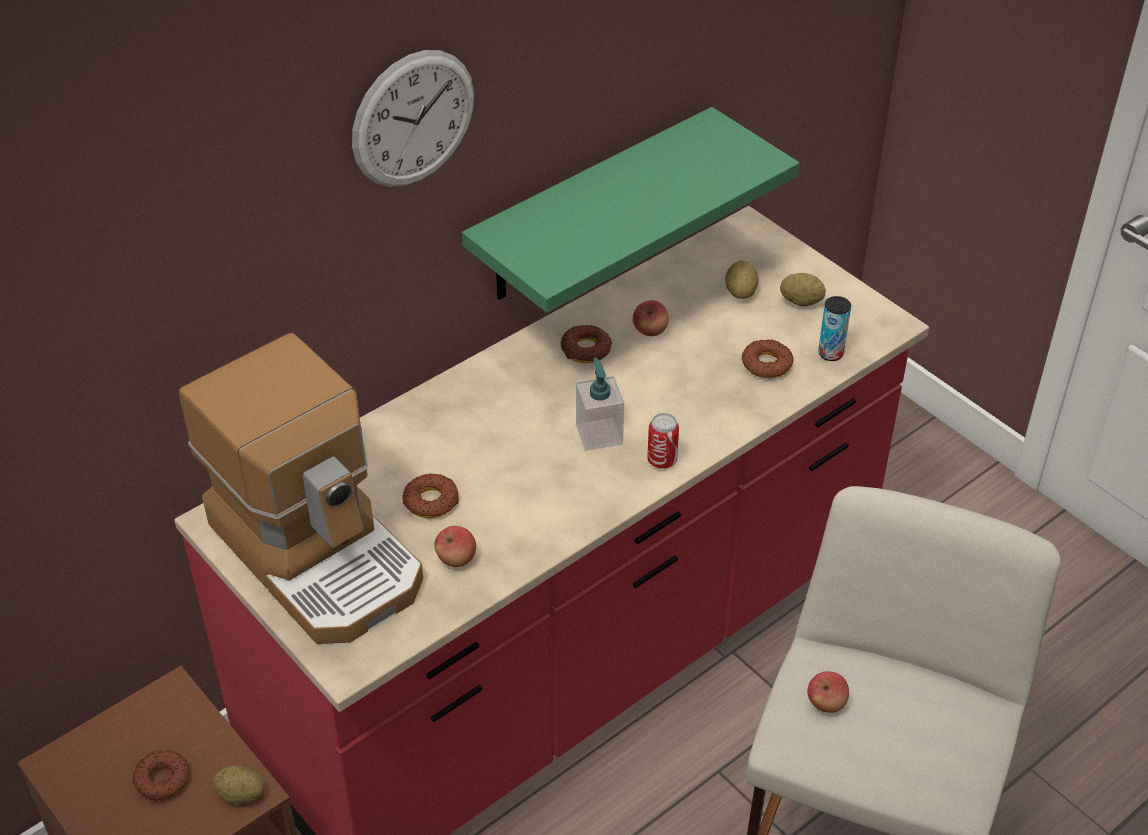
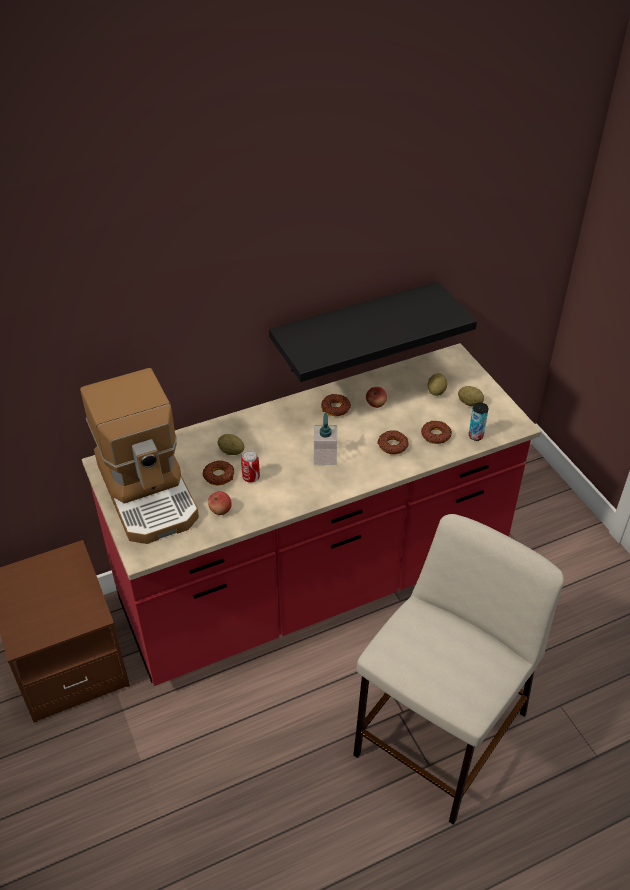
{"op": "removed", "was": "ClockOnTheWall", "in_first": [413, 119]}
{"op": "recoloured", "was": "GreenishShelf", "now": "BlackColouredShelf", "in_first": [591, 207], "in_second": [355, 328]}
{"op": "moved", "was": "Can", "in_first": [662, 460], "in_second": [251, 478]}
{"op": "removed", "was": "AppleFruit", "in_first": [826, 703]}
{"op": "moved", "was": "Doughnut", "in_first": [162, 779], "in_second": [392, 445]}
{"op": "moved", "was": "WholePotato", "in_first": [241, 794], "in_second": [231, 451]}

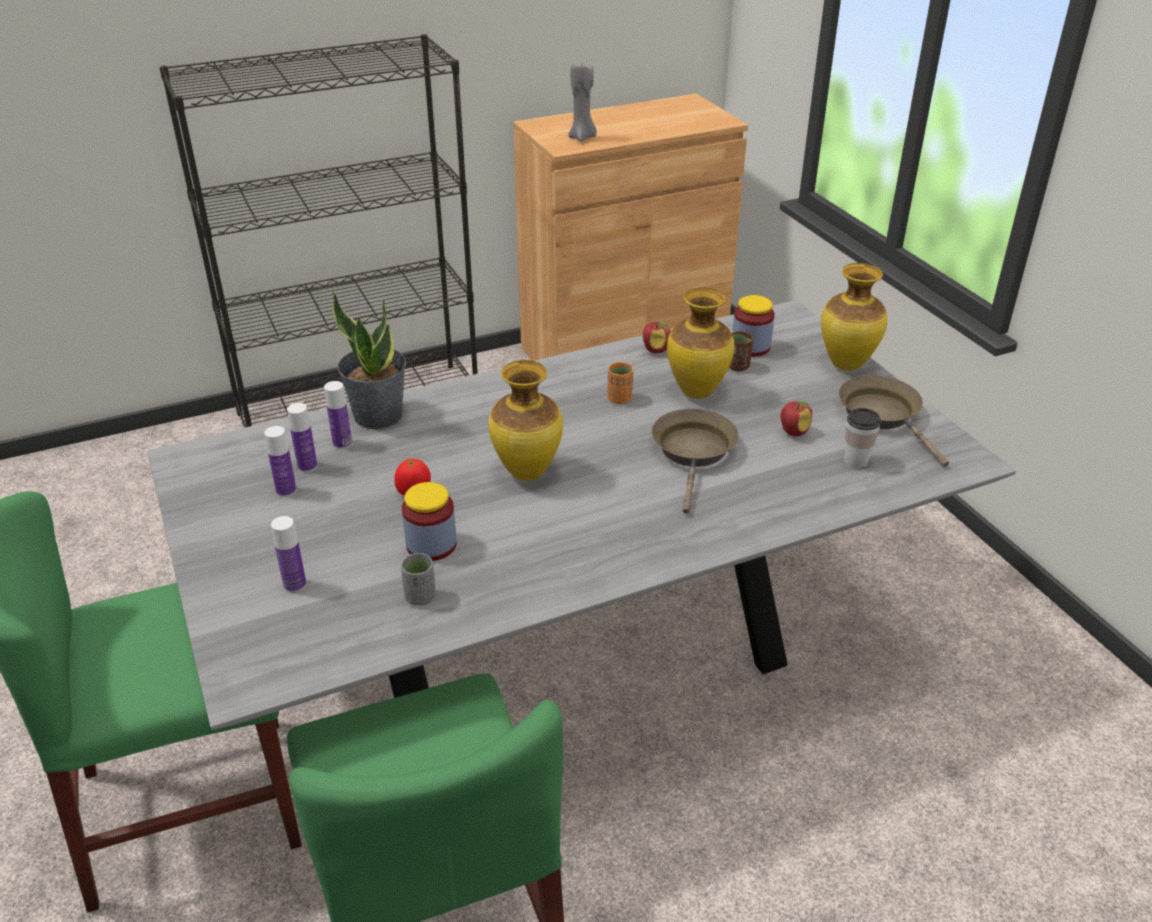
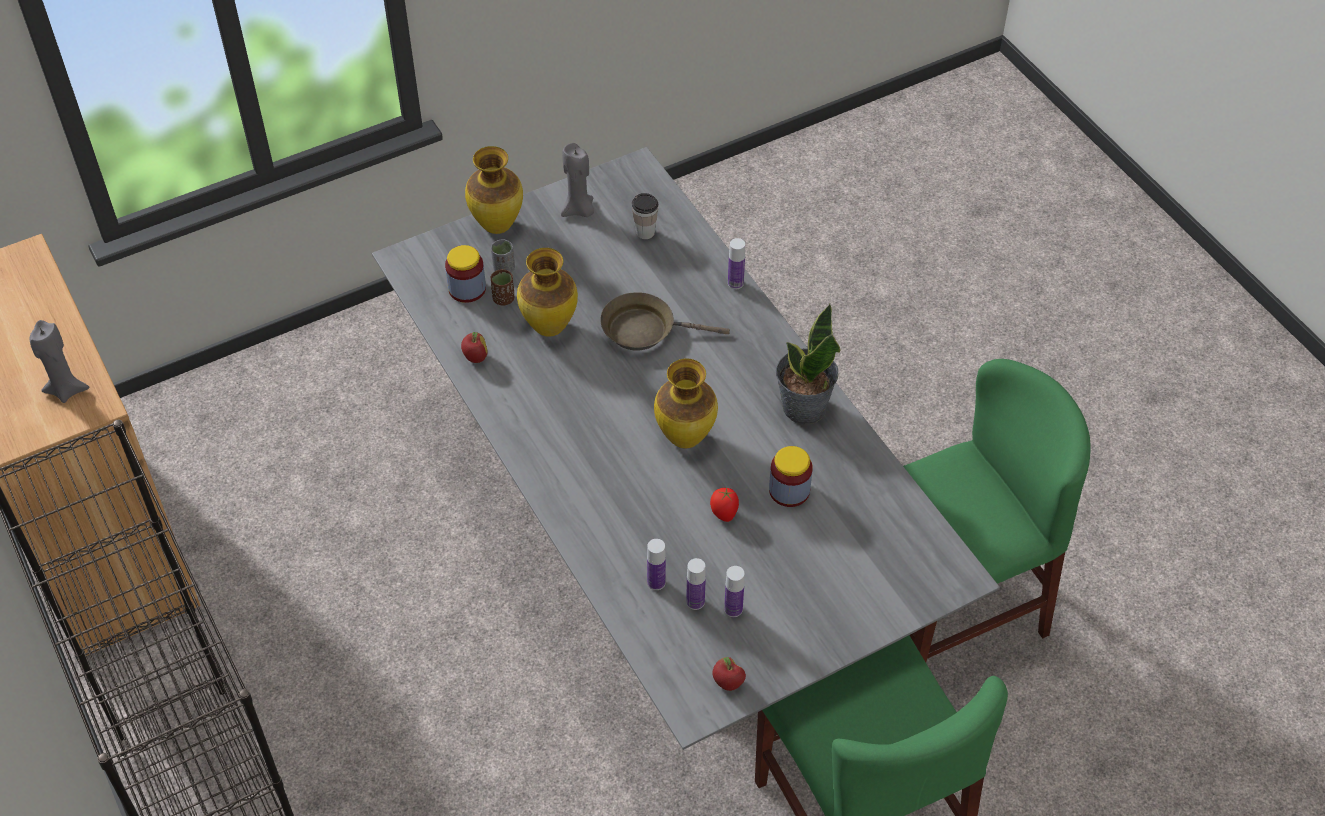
{"op": "moved", "was": "PottedPlant", "in_first": [378, 415], "in_second": [803, 407]}
{"op": "removed", "was": "OrangeDrinkingCup", "in_first": [619, 399]}
{"op": "replaced", "was": "BrownColouredSkillet", "now": "GreyishWaxCandle", "in_first": [883, 416], "in_second": [579, 210]}
{"op": "moved", "was": "AppleFruit", "in_first": [793, 432], "in_second": [727, 683]}
{"op": "moved", "was": "Bottle", "in_first": [295, 585], "in_second": [735, 283]}
{"op": "moved", "was": "GreyishDrinkingCup", "in_first": [420, 597], "in_second": [504, 268]}

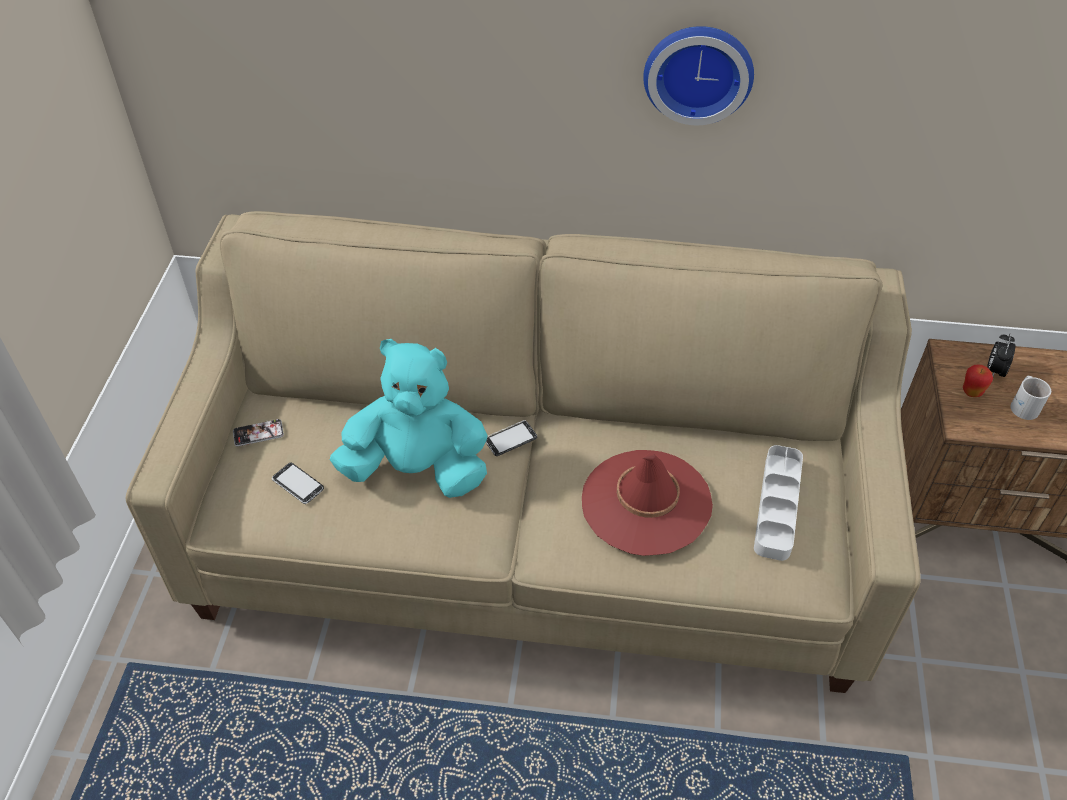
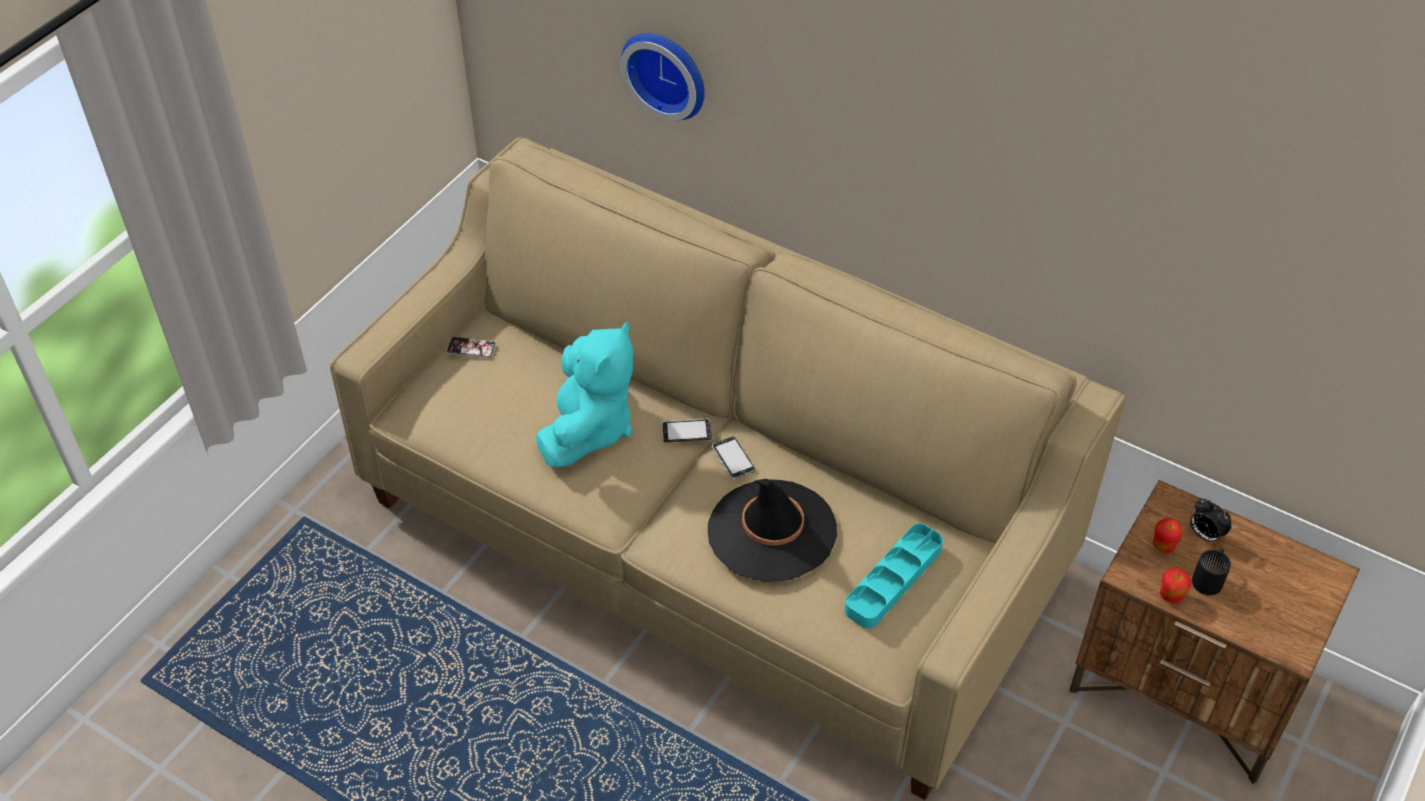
{"op": "moved", "was": "ClockOnTheWall", "in_first": [698, 71], "in_second": [667, 72]}
{"op": "turned", "was": "BedsideClock", "in_first": [994, 370], "in_second": [1204, 535], "clockwise": -90}
{"op": "turned", "was": "TurquoiseColouredCuddlyToy", "in_first": [417, 469], "in_second": [588, 428], "clockwise": 75}
{"op": "recoloured", "was": "WhiteTeaMug", "now": "BlackColouredTeaMug", "in_first": [1025, 405], "in_second": [1210, 578]}
{"op": "recoloured", "was": "GreyishCarryingTray", "now": "TurquoiseColouredCarryingTray", "in_first": [777, 505], "in_second": [893, 579]}
{"op": "recoloured", "was": "ReddishClothingHat", "now": "BlackColouredClothingHat", "in_first": [645, 502], "in_second": [771, 531]}
{"op": "moved", "was": "Handset", "in_first": [298, 484], "in_second": [733, 459]}
{"op": "added", "now": "AppleFruit", "in_second": [1170, 596]}

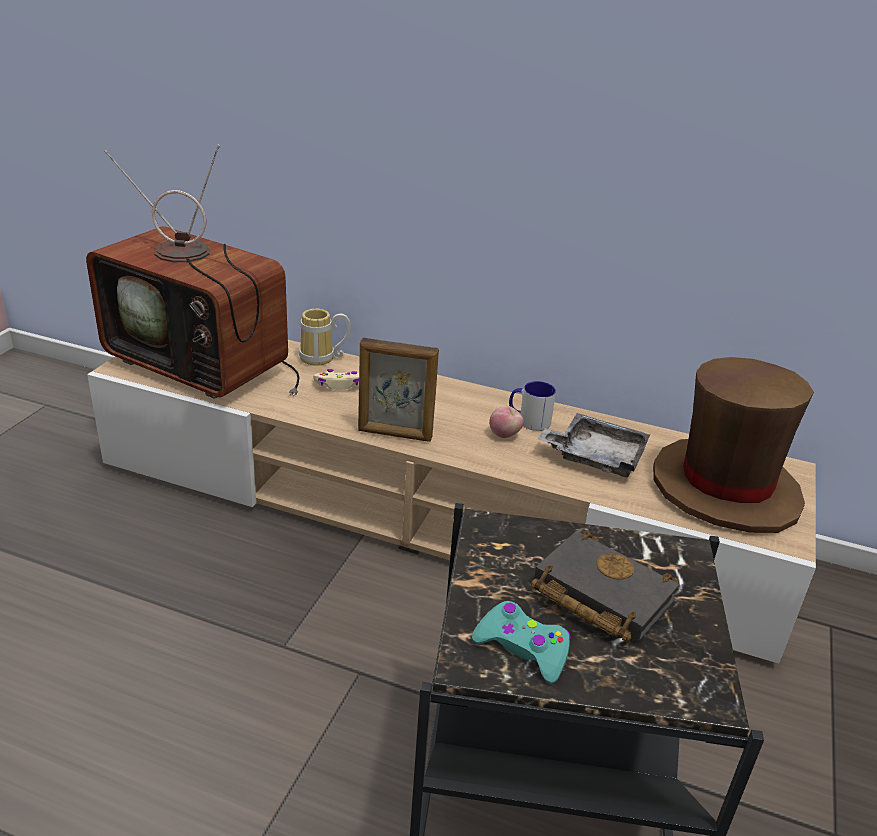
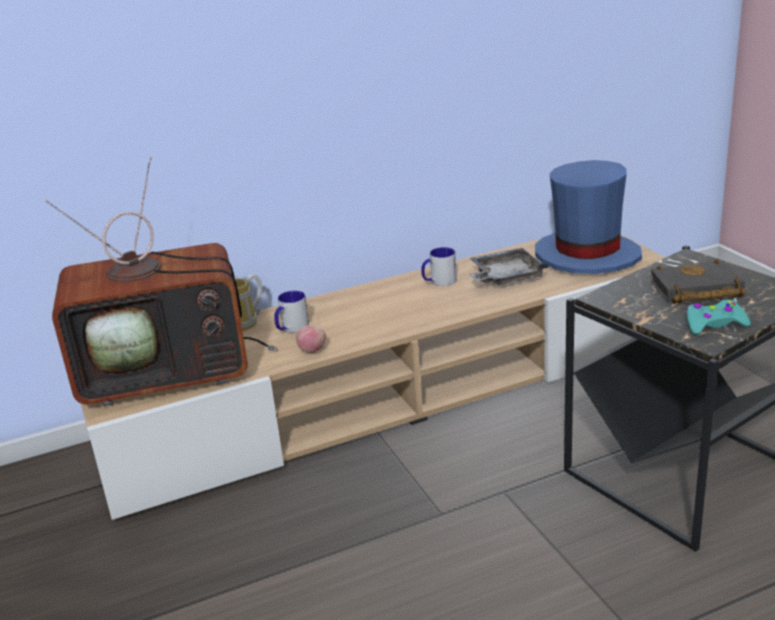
{"op": "removed", "was": "PhotoFrame", "in_first": [395, 434]}
{"op": "recoloured", "was": "BrownColouredClothingHat", "now": "BlueClothingHat", "in_first": [724, 489], "in_second": [587, 256]}
{"op": "replaced", "was": "BeigeJoypad", "now": "TeaMug", "in_first": [339, 385], "in_second": [291, 328]}
{"op": "moved", "was": "AppleFruit", "in_first": [505, 435], "in_second": [312, 350]}

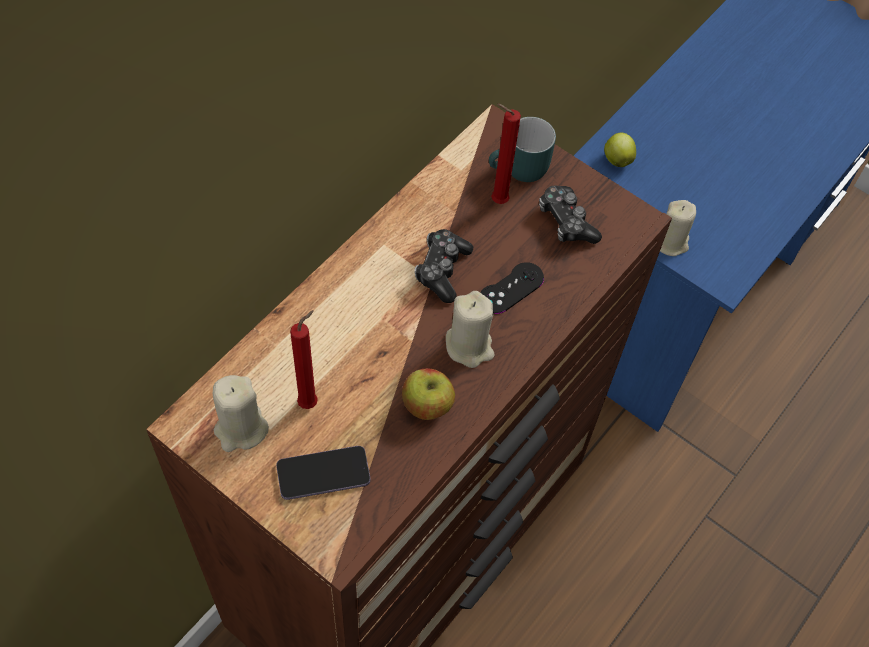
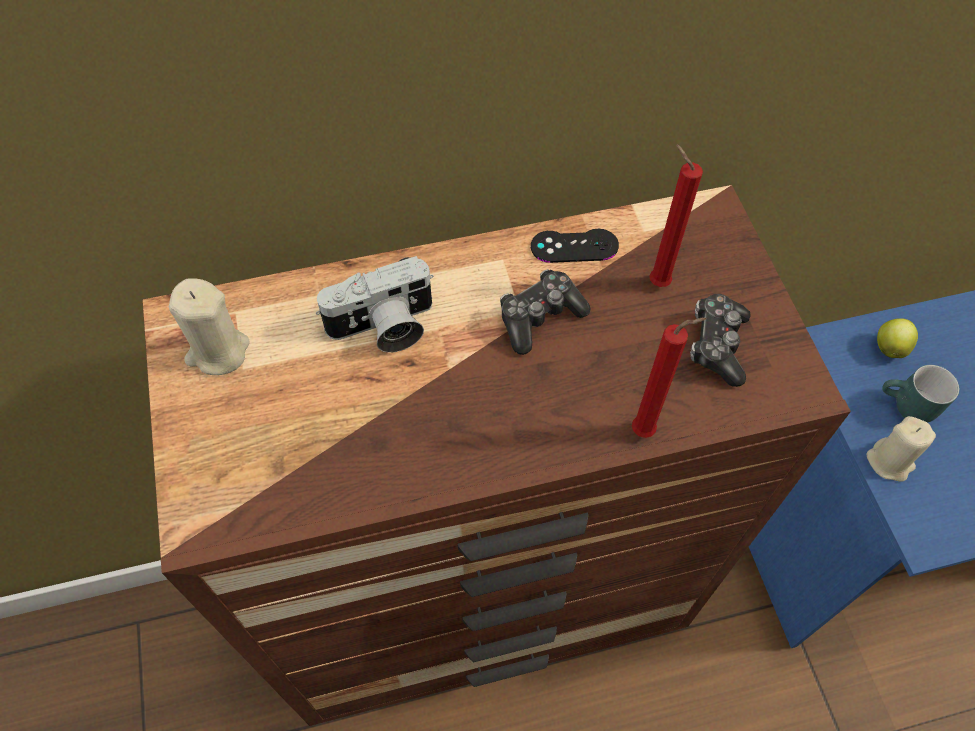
{"op": "moved", "was": "TurquoiseColouredTeaMug", "in_first": [520, 171], "in_second": [907, 408]}
{"op": "moved", "was": "BlackColouredJoypad", "in_first": [511, 288], "in_second": [574, 246]}
{"op": "removed", "was": "BeigeWaxCandle", "in_first": [469, 346]}
{"op": "moved", "was": "ReddishWaxCandle", "in_first": [310, 402], "in_second": [646, 431]}
{"op": "removed", "was": "AppleFruit", "in_first": [427, 405]}
{"op": "removed", "was": "Handset", "in_first": [323, 474]}
{"op": "added", "now": "PhotoCamera", "in_second": [384, 328]}

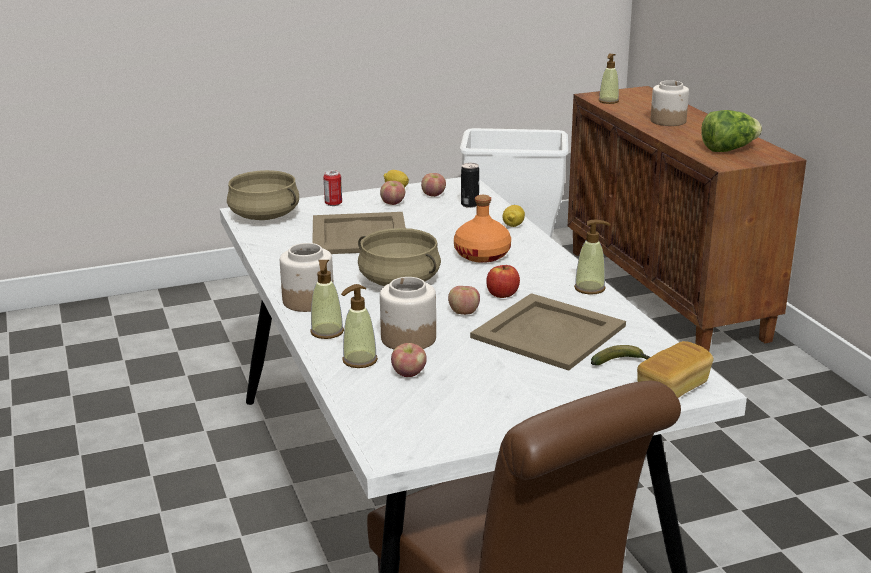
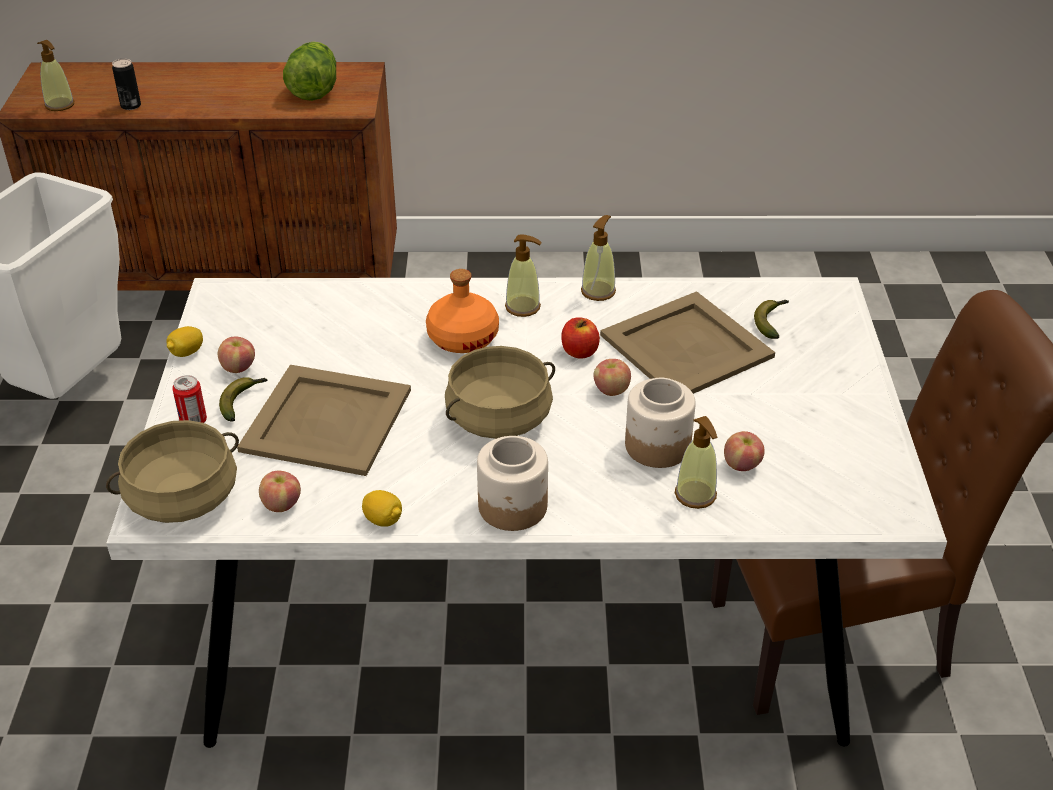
{"op": "removed", "was": "Jar", "in_first": [668, 121]}
{"op": "moved", "was": "Can", "in_first": [470, 204], "in_second": [131, 106]}
{"op": "moved", "was": "AppleFruit", "in_first": [433, 195], "in_second": [281, 504]}
{"op": "moved", "was": "CitrusFruit", "in_first": [513, 225], "in_second": [383, 520]}
{"op": "moved", "was": "SoapBottle", "in_first": [327, 332], "in_second": [523, 307]}
{"op": "removed", "was": "Bread", "in_first": [672, 388]}
{"op": "added", "now": "WholeBanana", "in_second": [243, 401]}

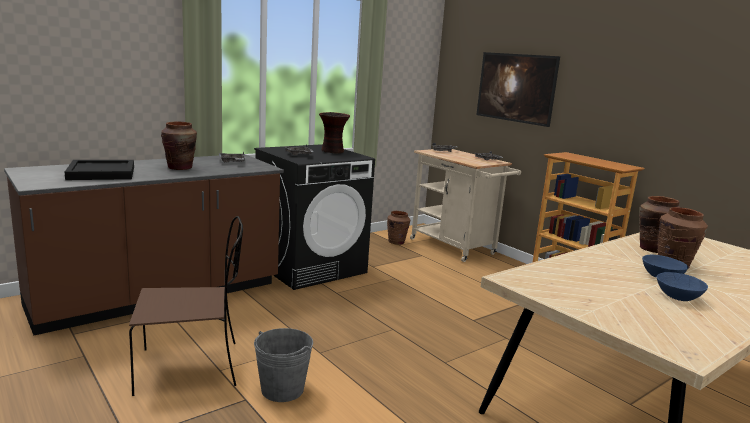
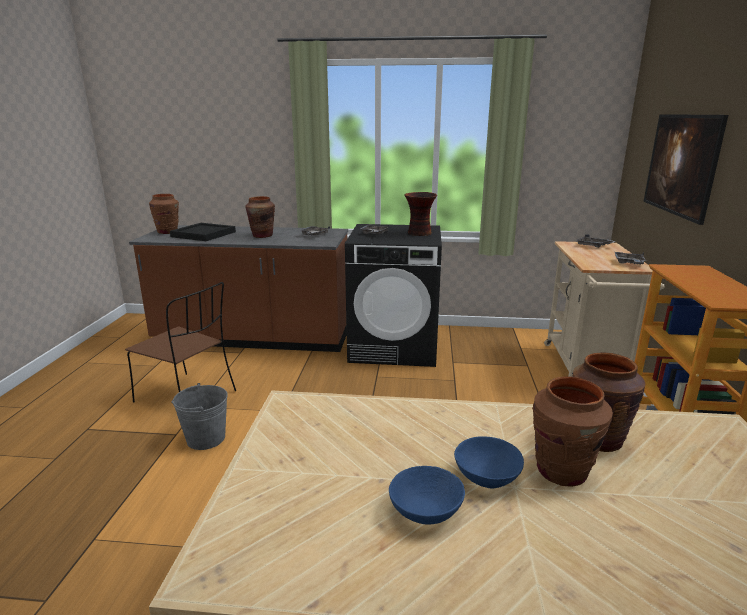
{"op": "moved", "was": "BrownColouredFlowerVase", "in_first": [396, 242], "in_second": [168, 232]}

